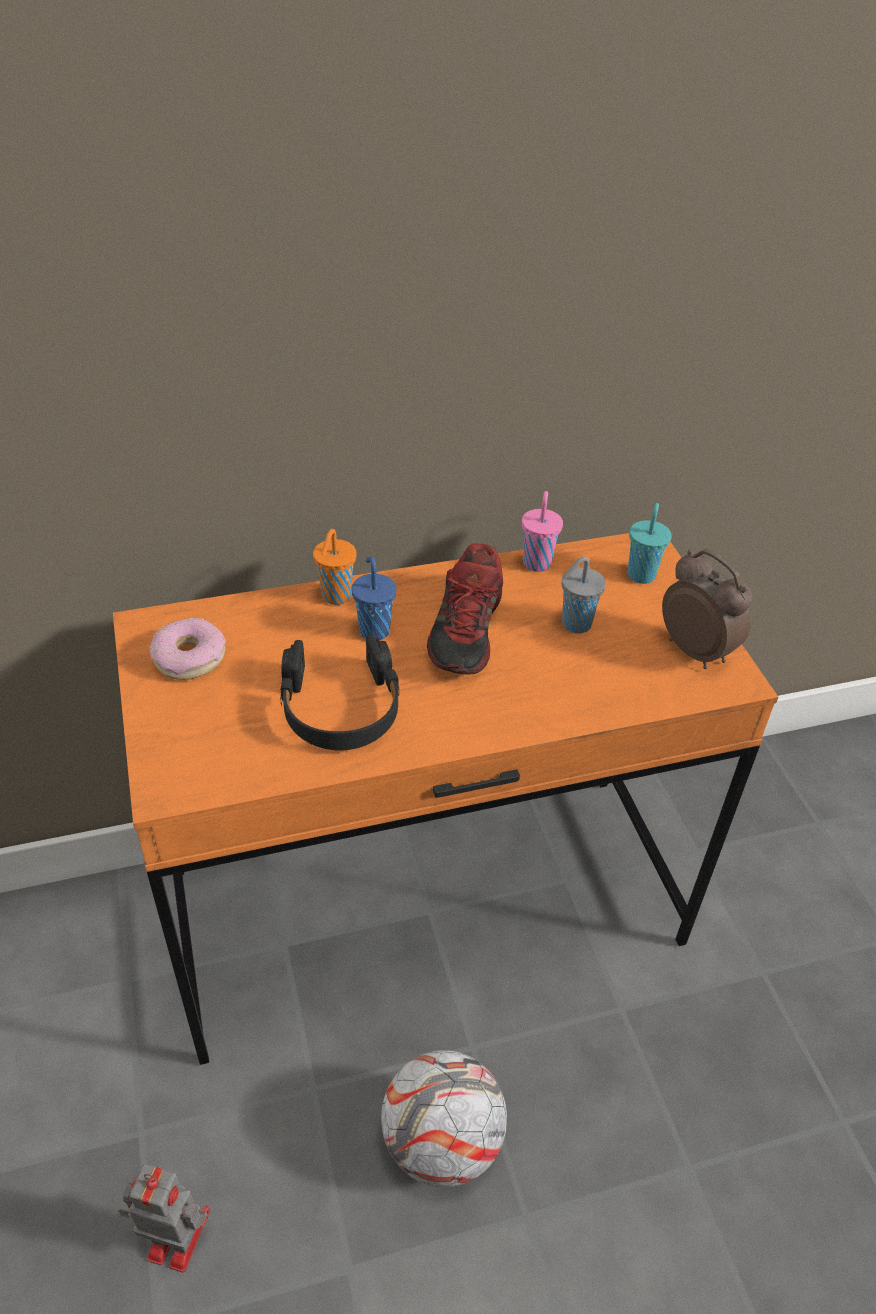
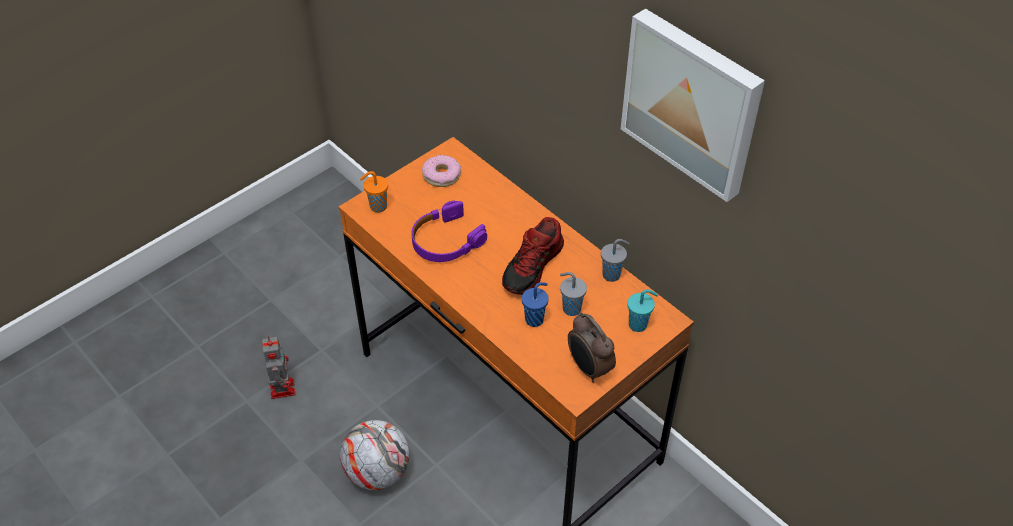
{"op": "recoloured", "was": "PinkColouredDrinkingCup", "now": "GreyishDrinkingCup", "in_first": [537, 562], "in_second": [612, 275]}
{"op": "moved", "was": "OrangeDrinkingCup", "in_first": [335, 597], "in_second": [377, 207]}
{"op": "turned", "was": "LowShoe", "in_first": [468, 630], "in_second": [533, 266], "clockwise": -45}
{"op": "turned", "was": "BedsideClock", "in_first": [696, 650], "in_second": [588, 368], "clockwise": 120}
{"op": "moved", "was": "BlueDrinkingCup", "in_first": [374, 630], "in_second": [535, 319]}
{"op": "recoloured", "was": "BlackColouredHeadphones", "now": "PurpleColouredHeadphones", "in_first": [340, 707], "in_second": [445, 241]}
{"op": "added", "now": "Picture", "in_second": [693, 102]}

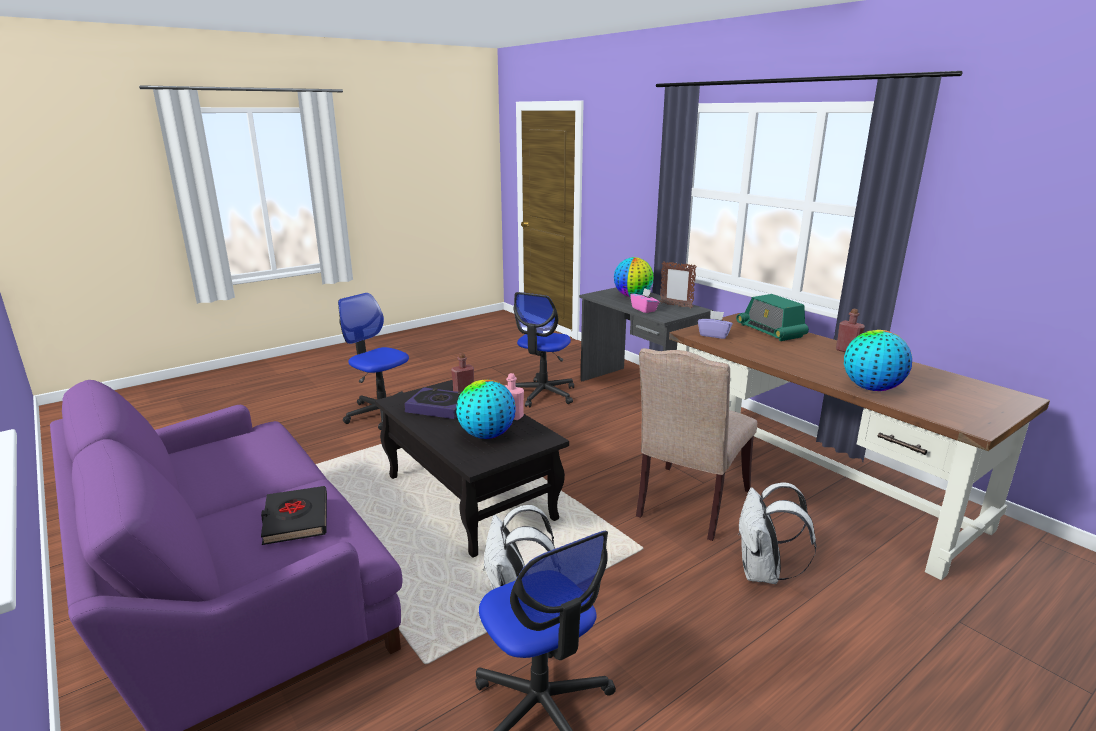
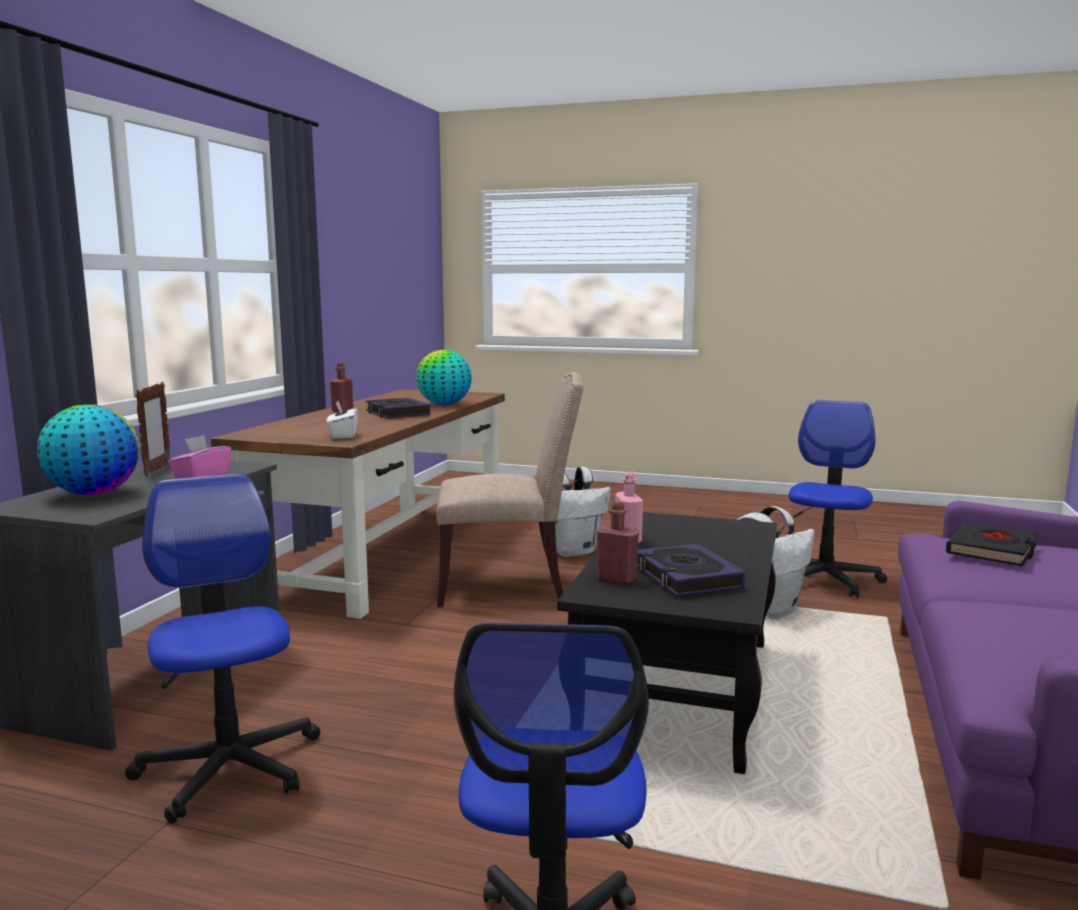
{"op": "turned", "was": "ComputerChair", "in_first": [542, 394], "in_second": [229, 768], "clockwise": -105}
{"op": "removed", "was": "RadioSet", "in_first": [770, 331]}
{"op": "recoloured", "was": "PurpleColouredBoxOfTissues", "now": "WhiteBoxOfTissues", "in_first": [714, 335], "in_second": [343, 435]}
{"op": "removed", "was": "Globe", "in_first": [486, 435]}
{"op": "added", "now": "Book", "in_second": [397, 413]}

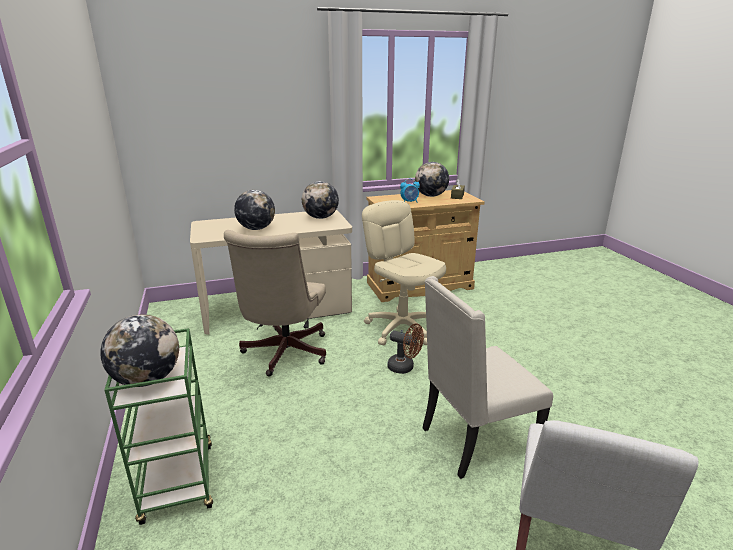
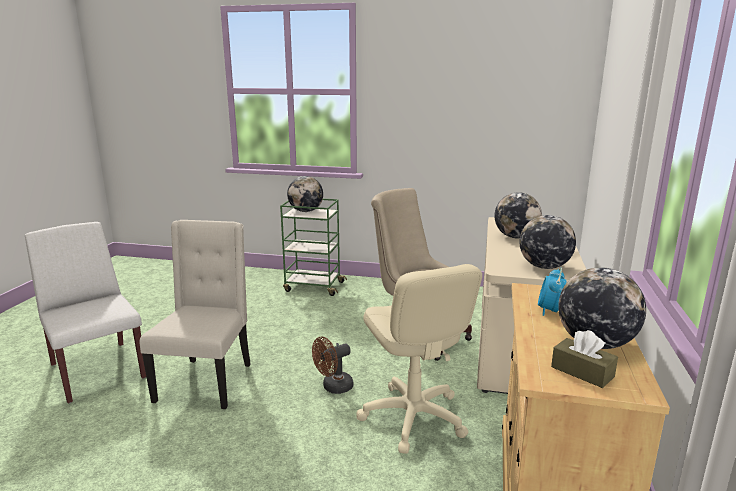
{"op": "turned", "was": "BeigeComputerChair", "in_first": [402, 328], "in_second": [413, 417], "clockwise": 75}

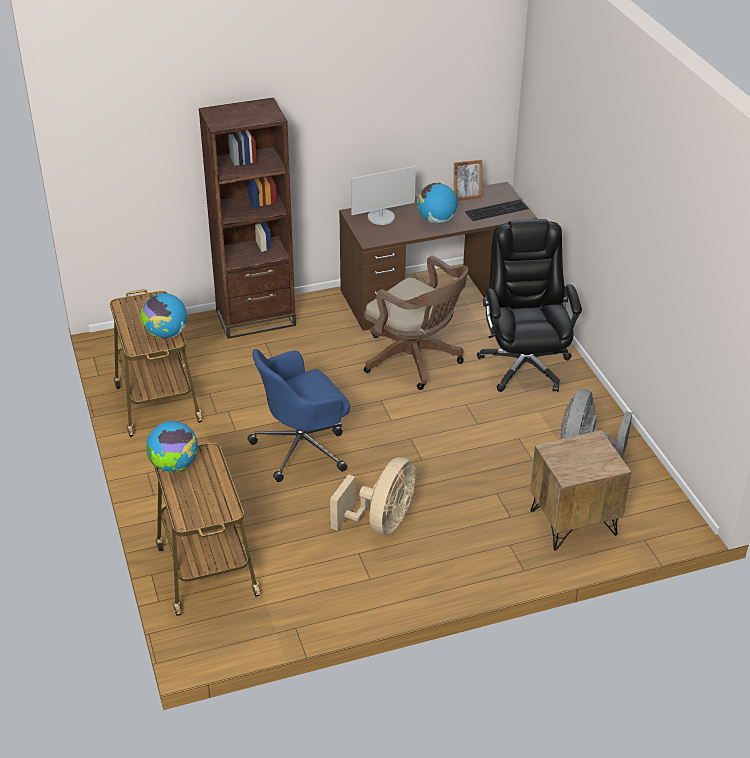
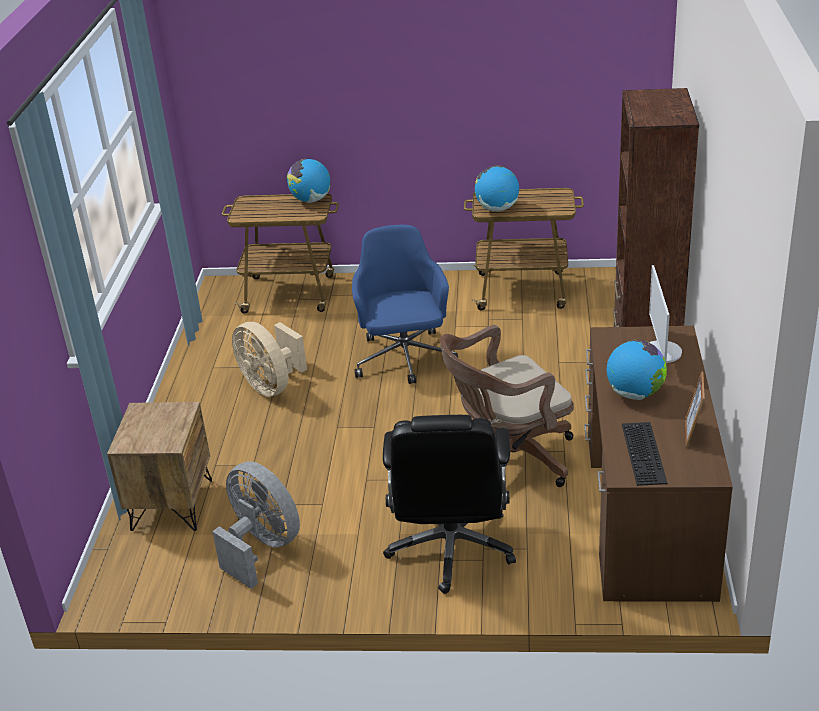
{"op": "turned", "was": "BlackColouredComputerChair", "in_first": [524, 365], "in_second": [451, 549], "clockwise": 75}

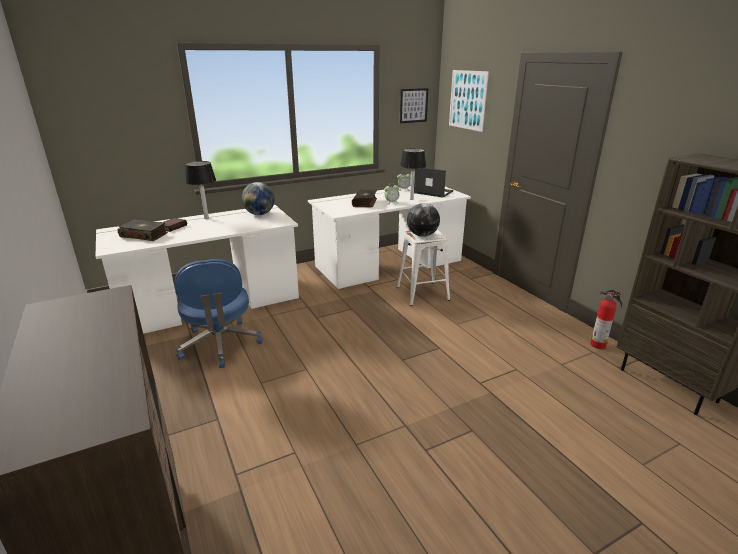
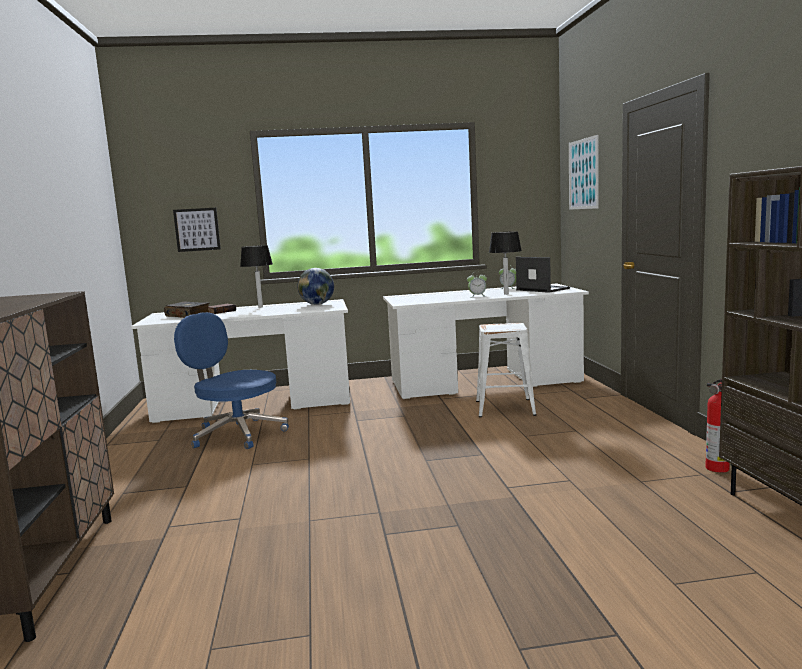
{"op": "moved", "was": "Picture", "in_first": [413, 105], "in_second": [197, 229]}
{"op": "removed", "was": "Book", "in_first": [365, 202]}
{"op": "removed", "was": "Globe", "in_first": [422, 235]}
{"op": "turned", "was": "BlueComputerChair", "in_first": [220, 345], "in_second": [236, 434], "clockwise": 120}

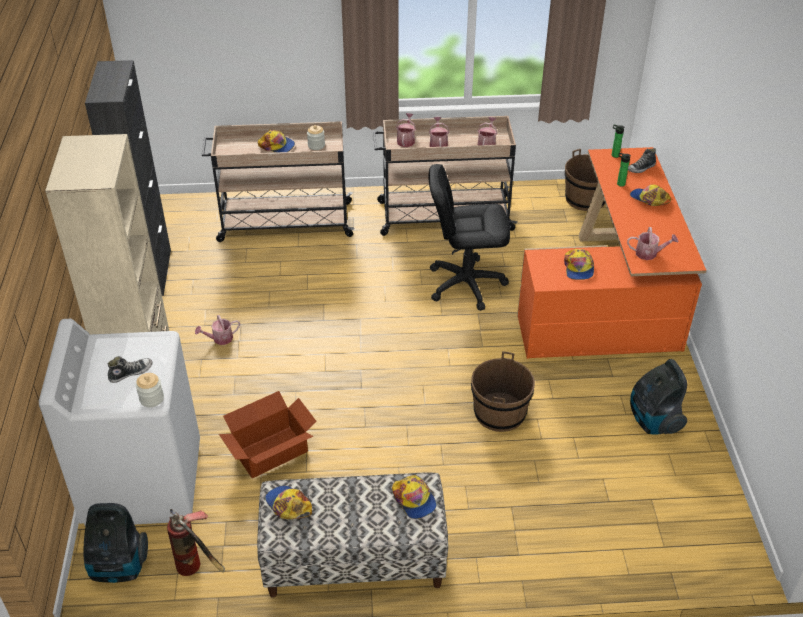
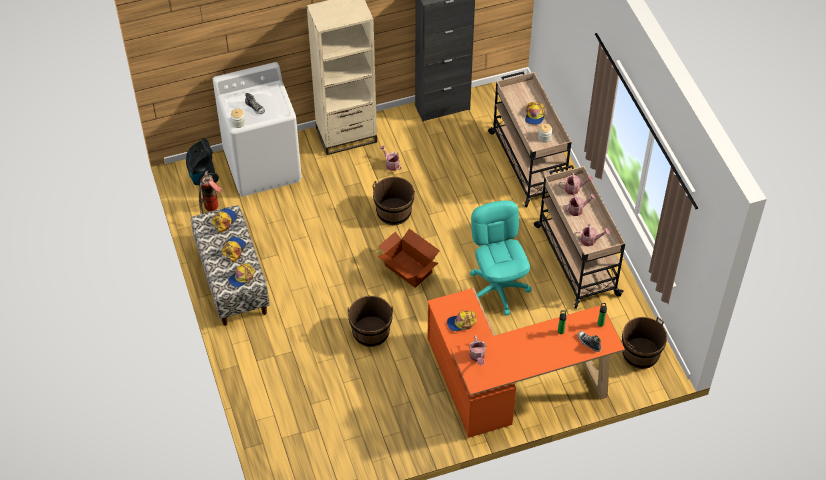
{"op": "recoloured", "was": "BlackColouredComputerChair", "now": "TurquoiseColouredComputerChair", "in_first": [466, 284], "in_second": [497, 289]}
{"op": "moved", "was": "Cap", "in_first": [649, 199], "in_second": [233, 250]}
{"op": "removed", "was": "Vacuum", "in_first": [653, 421]}
{"op": "moved", "was": "Carton", "in_first": [270, 451], "in_second": [408, 268]}
{"op": "added", "now": "BrownColouredWaterBucket", "in_second": [394, 212]}

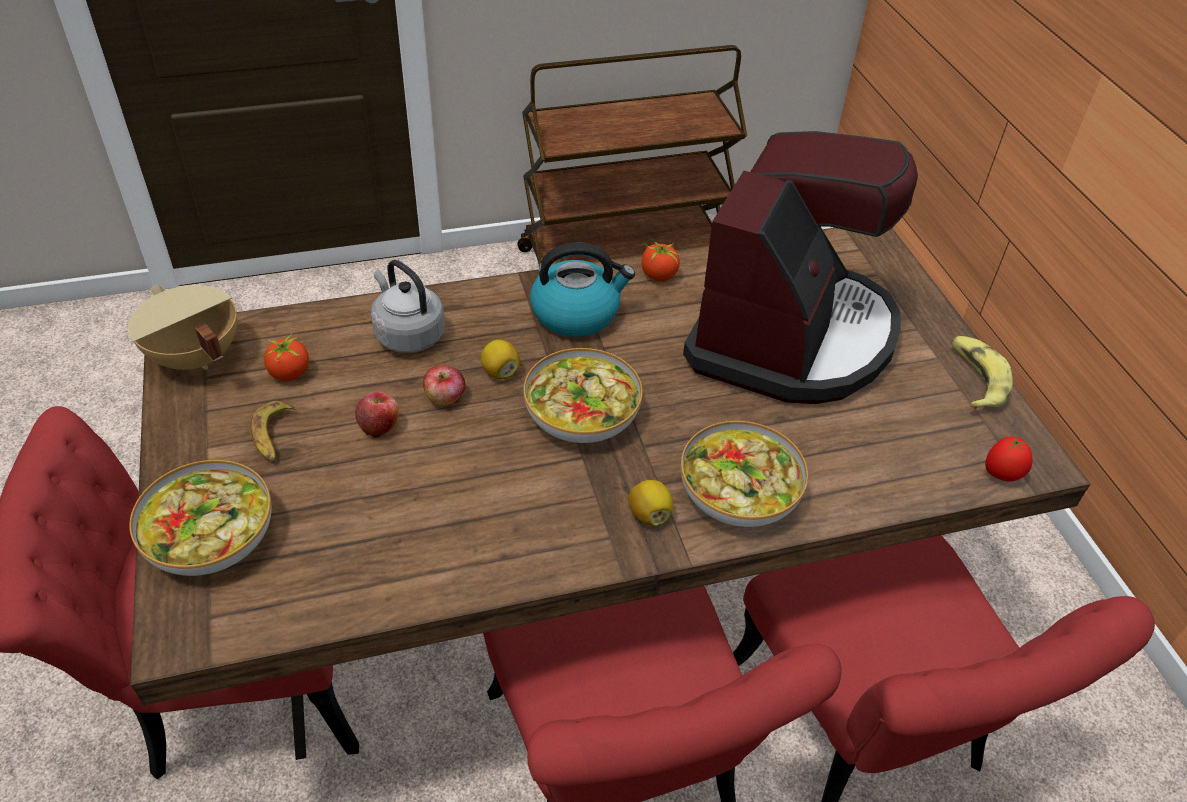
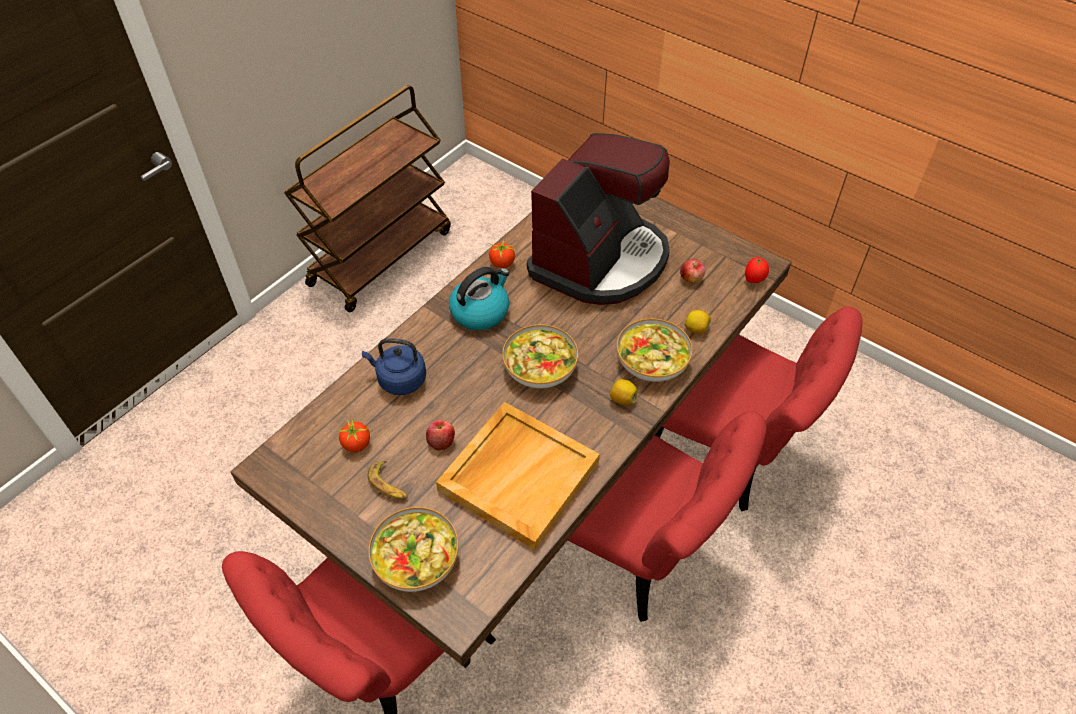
{"op": "turned", "was": "CoffeeBrewer", "in_first": [791, 335], "in_second": [600, 260], "clockwise": 45}
{"op": "recoloured", "was": "GreyishKettle", "now": "BlueKettle", "in_first": [407, 334], "in_second": [399, 380]}
{"op": "removed", "was": "BeigeSaucepot", "in_first": [194, 358]}
{"op": "removed", "was": "WholeBanana", "in_first": [974, 379]}
{"op": "moved", "was": "CitrusFruit", "in_first": [500, 372], "in_second": [696, 329]}
{"op": "moved", "was": "AppleFruit", "in_first": [445, 398], "in_second": [691, 278]}
{"op": "added", "now": "BeigeCarryingTray", "in_second": [518, 475]}

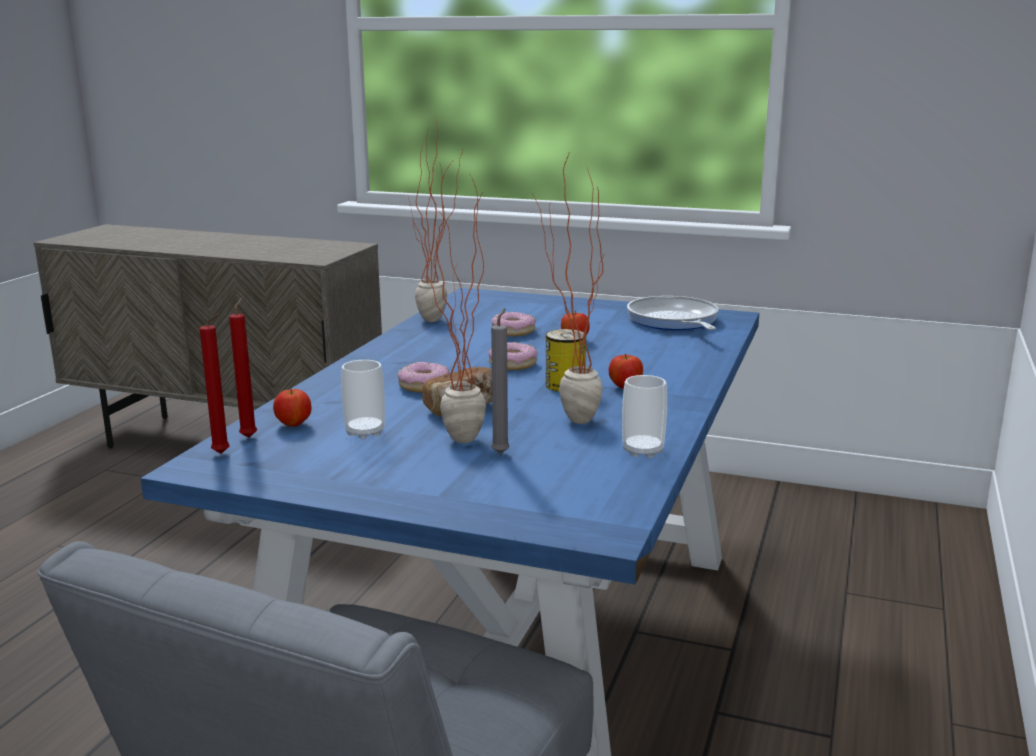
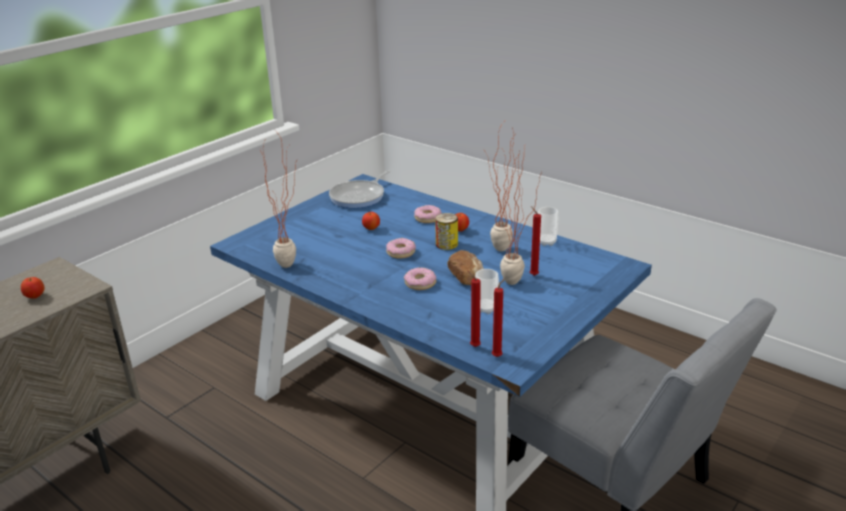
{"op": "turned", "was": "Skillet", "in_first": [673, 321], "in_second": [359, 196], "clockwise": -60}
{"op": "recoloured", "was": "GreyishWaxCandle", "now": "ReddishWaxCandle", "in_first": [502, 452], "in_second": [532, 275]}
{"op": "moved", "was": "Doughnut", "in_first": [513, 331], "in_second": [427, 218]}
{"op": "moved", "was": "AppleFruit", "in_first": [294, 424], "in_second": [35, 296]}

